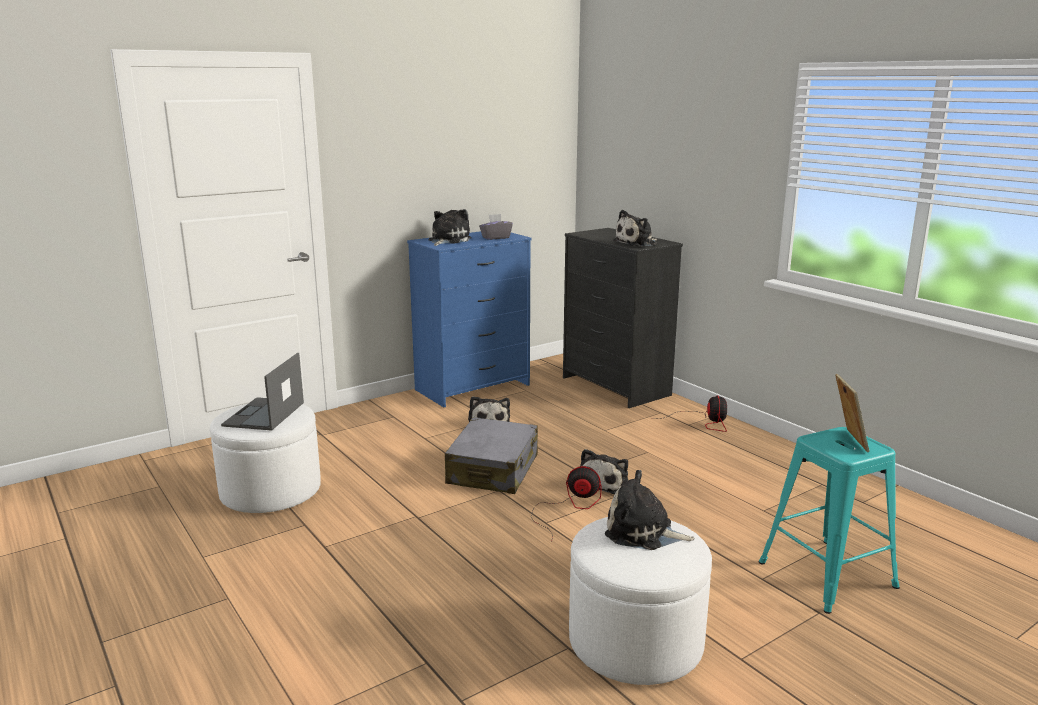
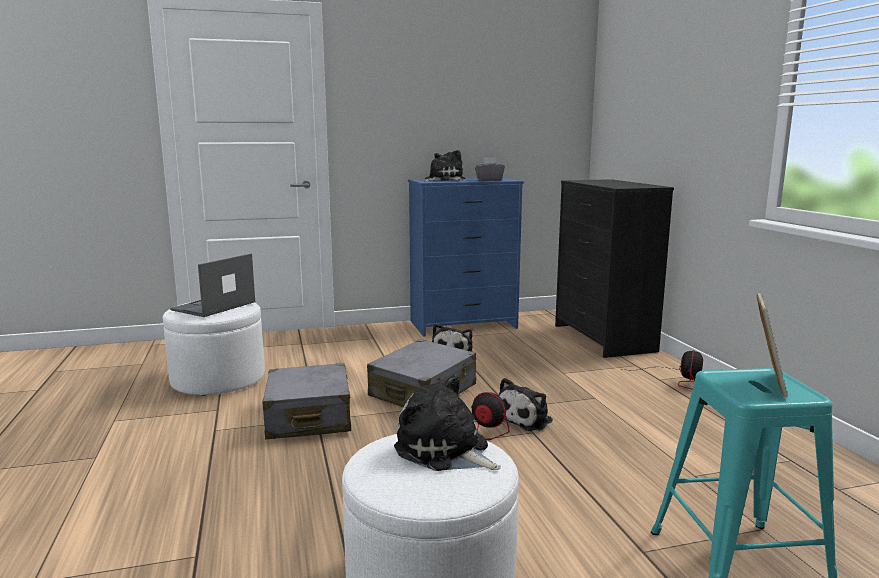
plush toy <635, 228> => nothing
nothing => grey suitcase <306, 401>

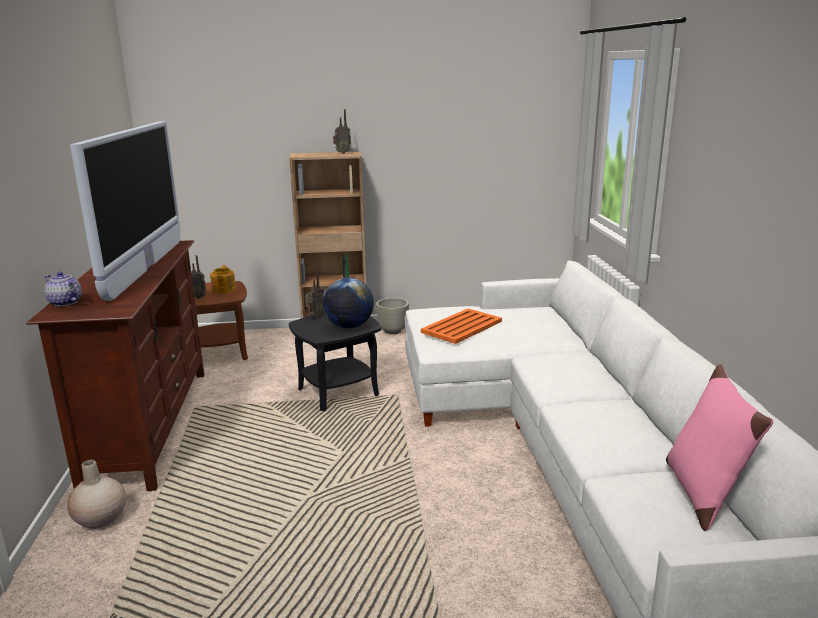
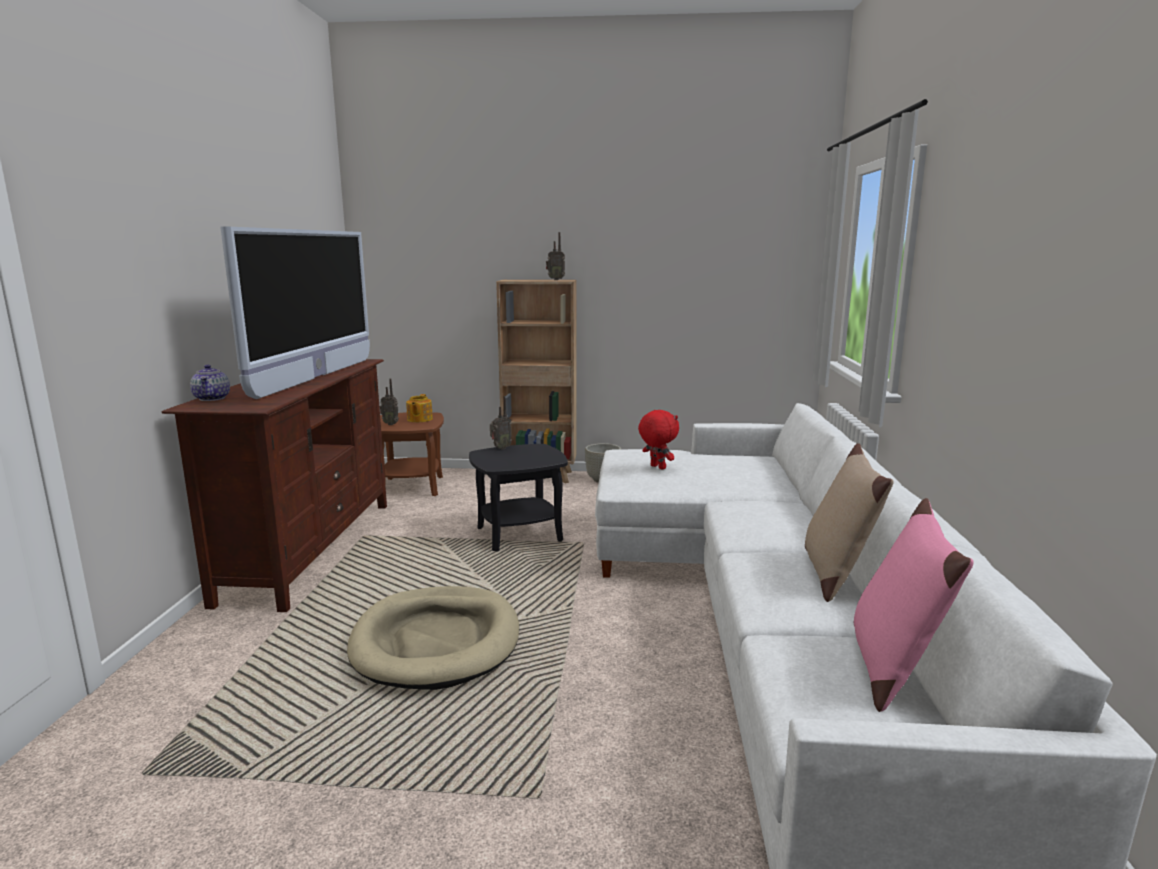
beige vase <96, 494> => nothing
globe <348, 303> => nothing
nothing => beige dog bed <433, 638>
nothing => beige pillow <849, 522>
orange tray <461, 326> => red plush toy <658, 440>
teapot <63, 288> => teapot <210, 383>, 150 degrees counterclockwise

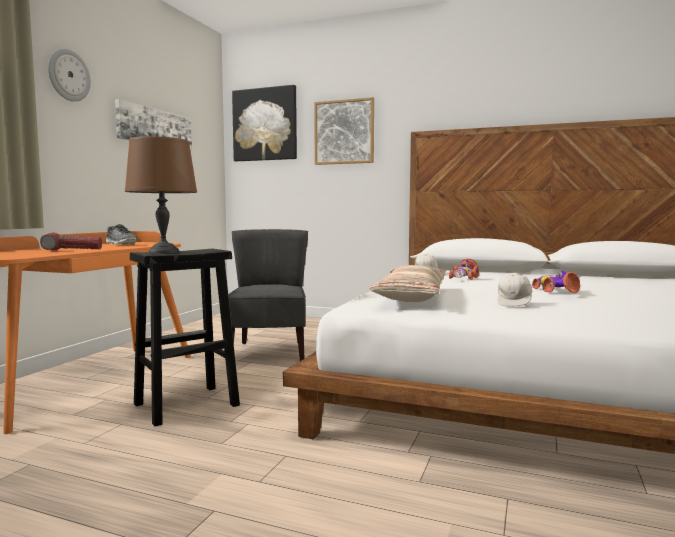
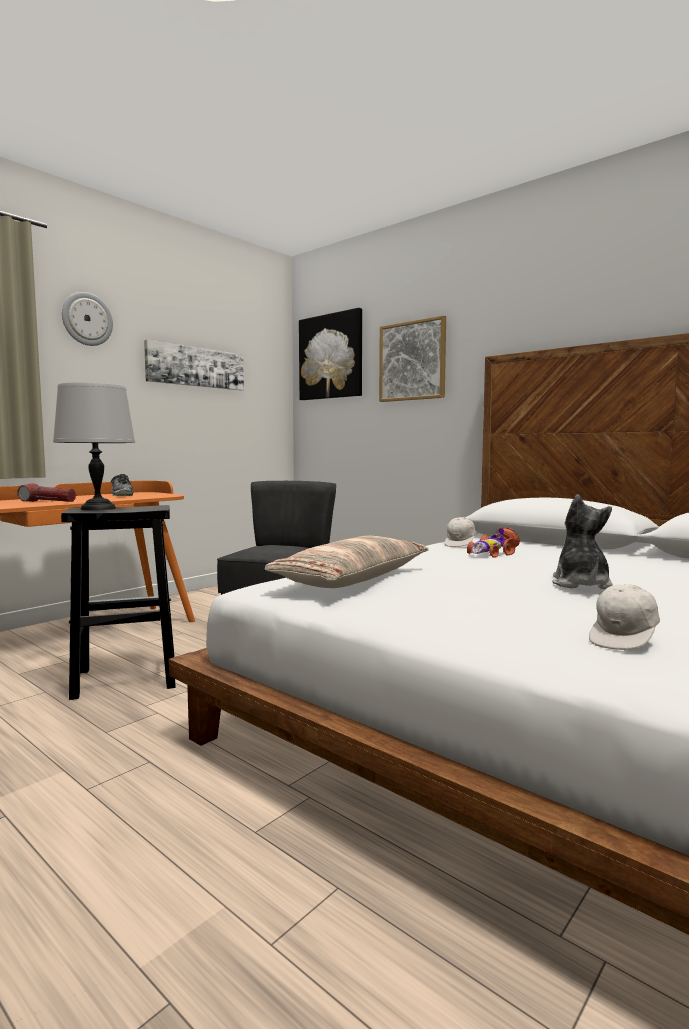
white cap <515, 290> => white cap <624, 617>, moved
toy car <556, 282> => plush toy <582, 541>
brown table lamp <161, 195> => grey table lamp <94, 446>

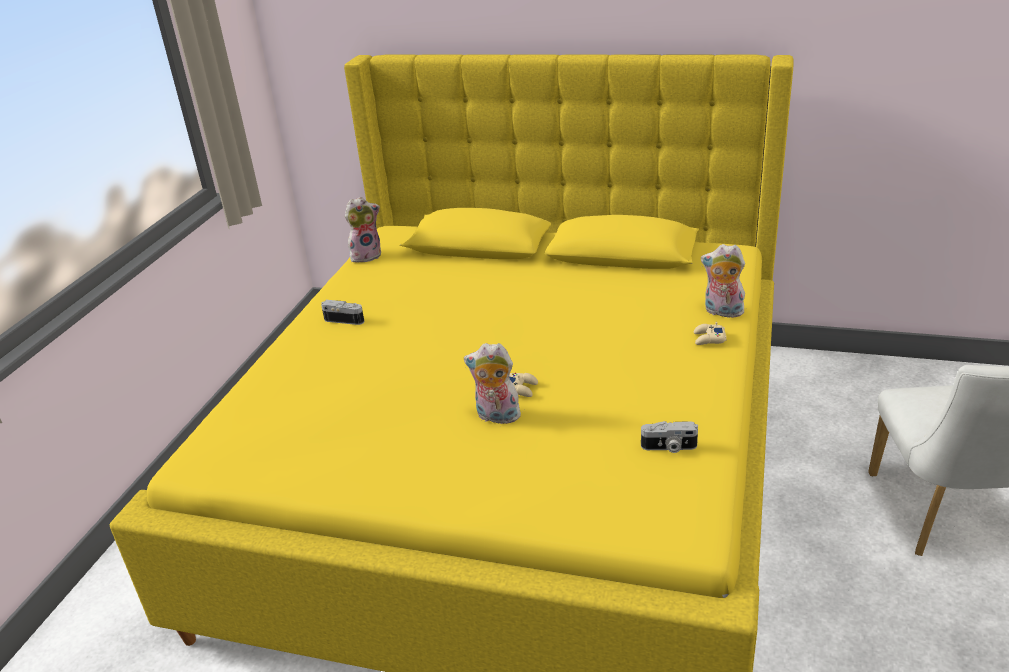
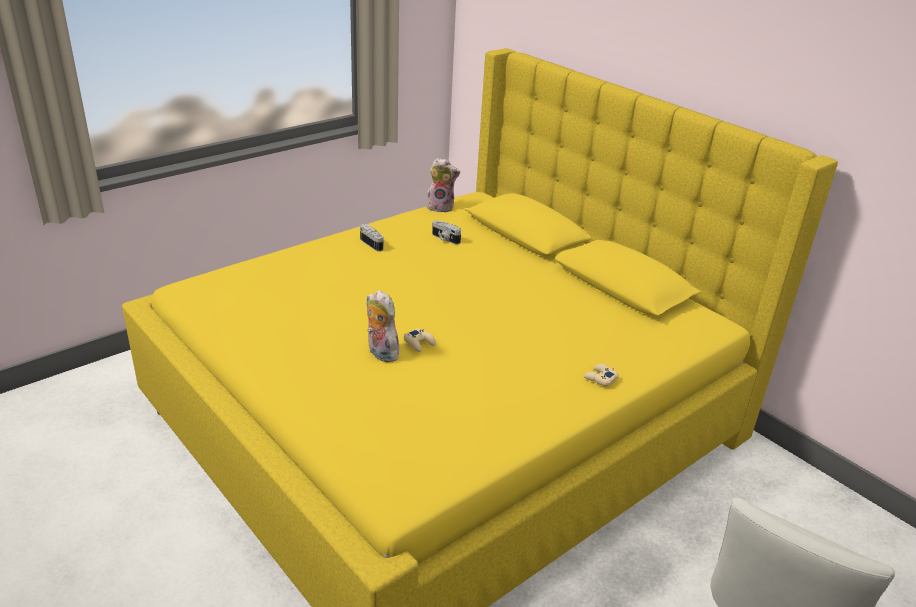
plush toy <723, 281> => nothing
photo camera <669, 437> => photo camera <446, 232>, moved

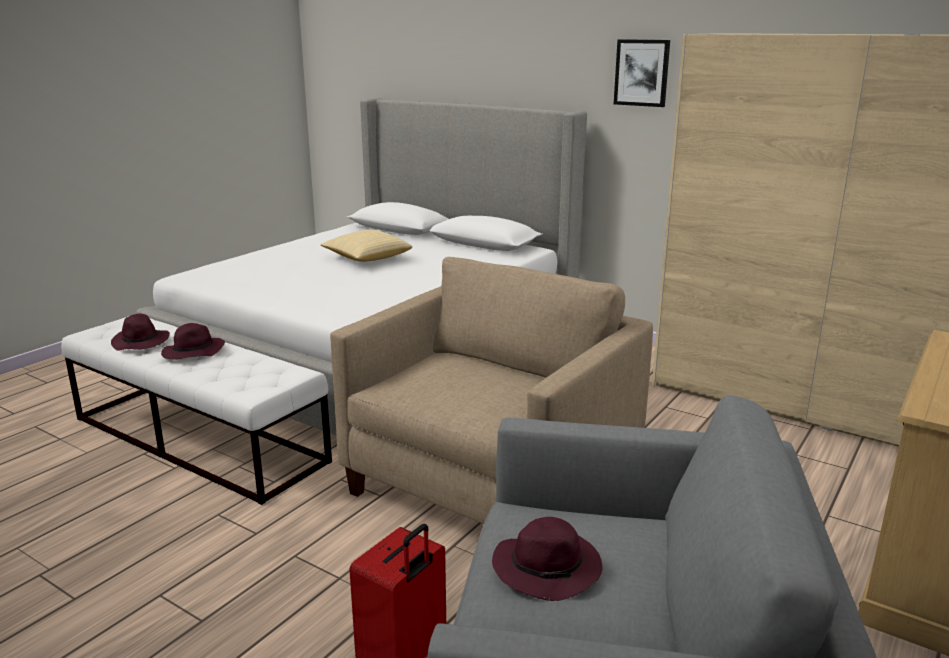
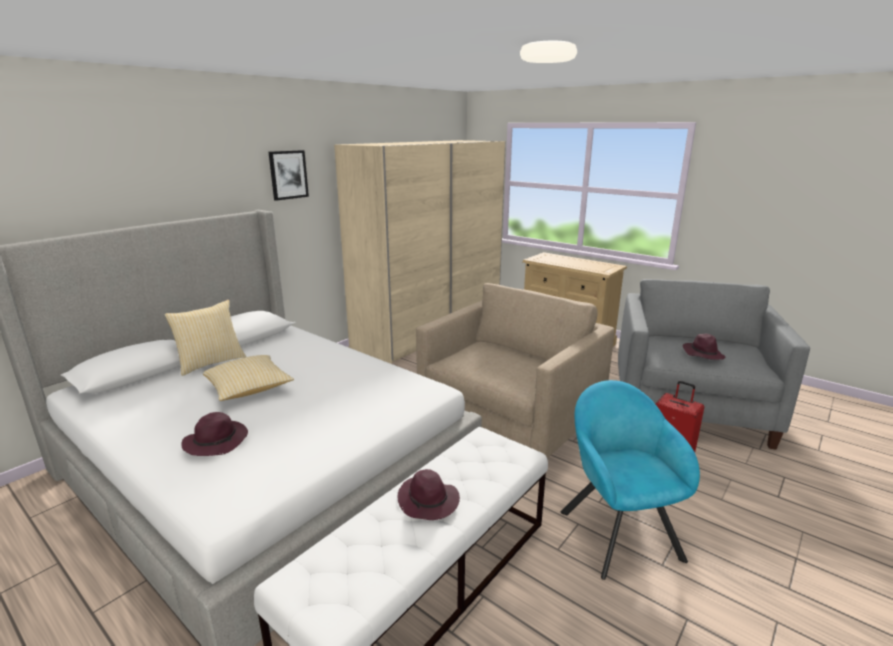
nothing => pillow <205, 338>
nothing => turquoise armchair <630, 480>
purple hat <140, 332> => purple hat <214, 434>, moved
beige armchair <491, 390> => beige armchair <515, 370>, 90 degrees clockwise

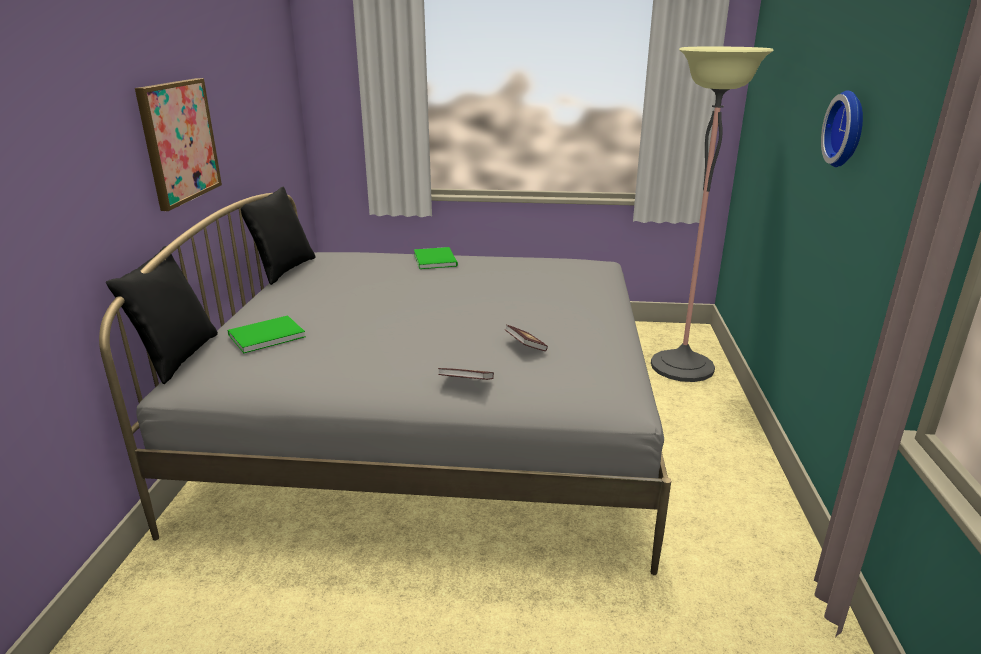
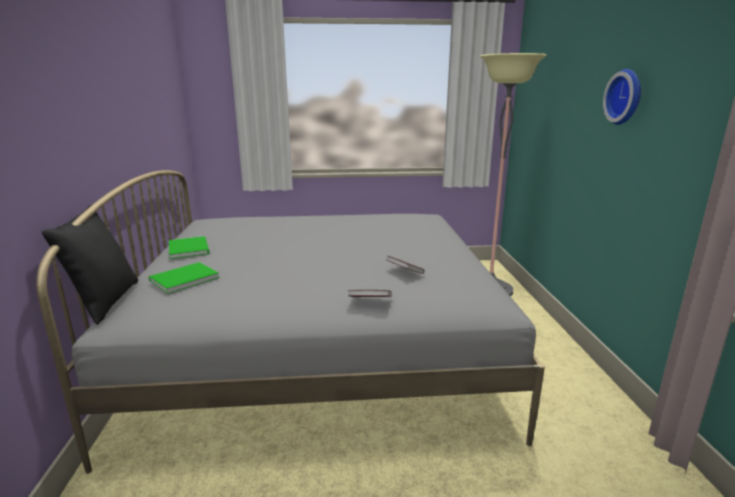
picture <178, 144> => nothing
black pillow <278, 236> => nothing
green book <436, 258> => green book <189, 247>, moved

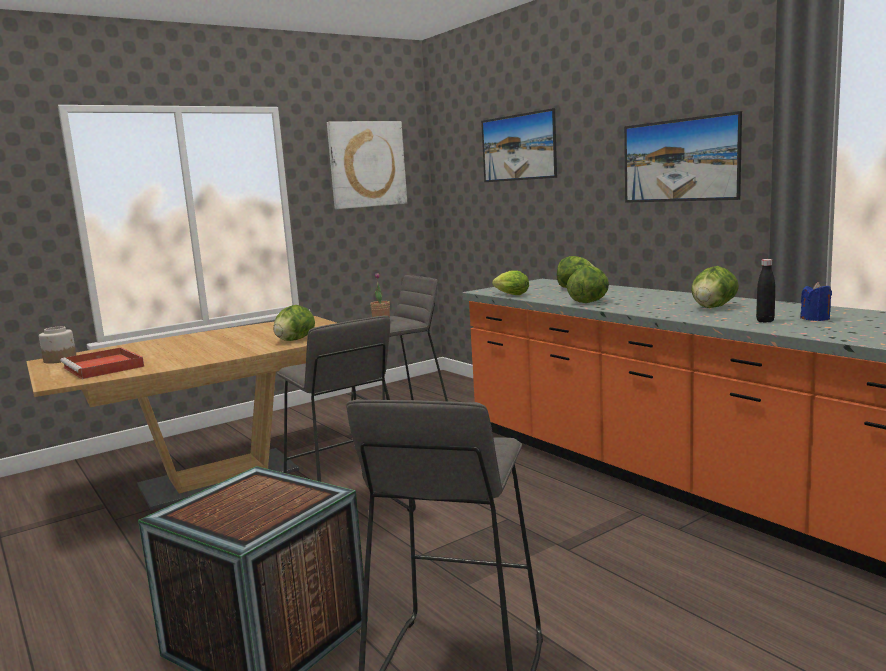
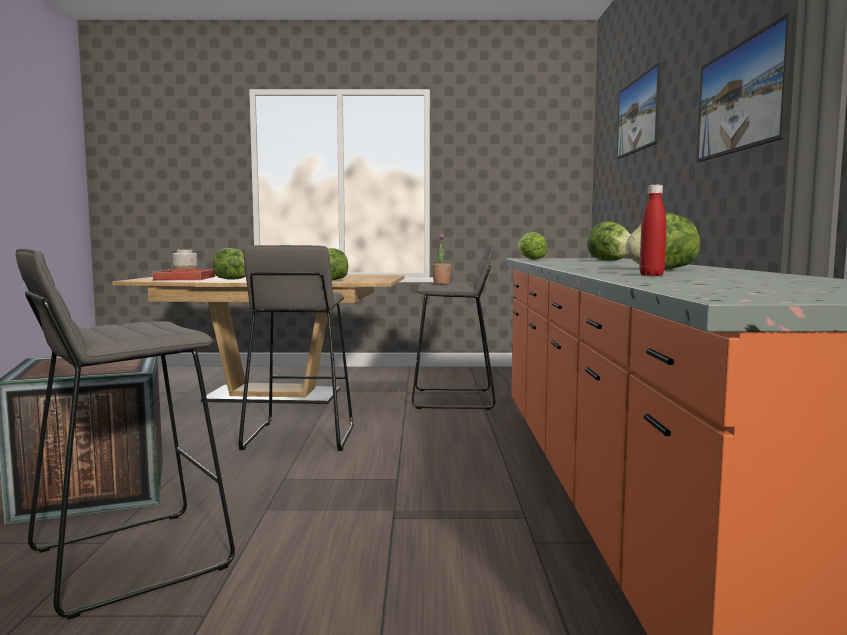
picture <367, 165> => nothing
blue candle <816, 301> => nothing
lettuce <588, 284> => lettuce <229, 264>, moved
black bottle <765, 291> => red bottle <653, 230>

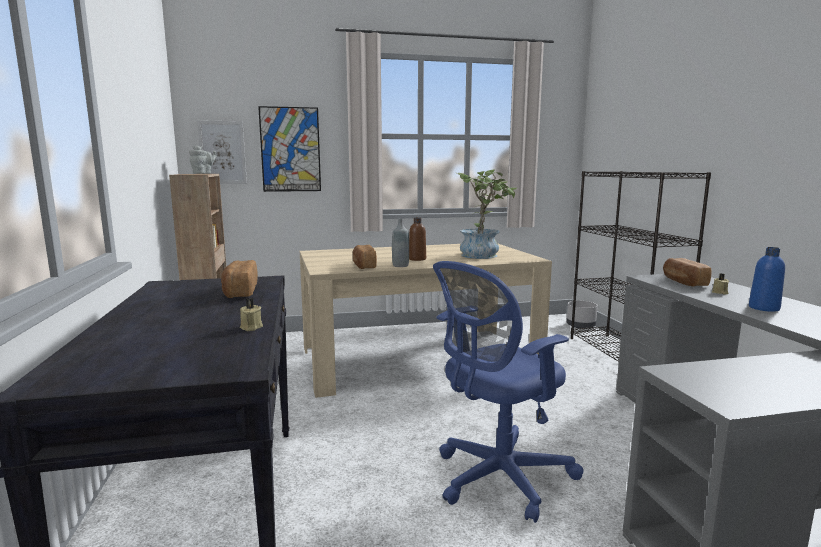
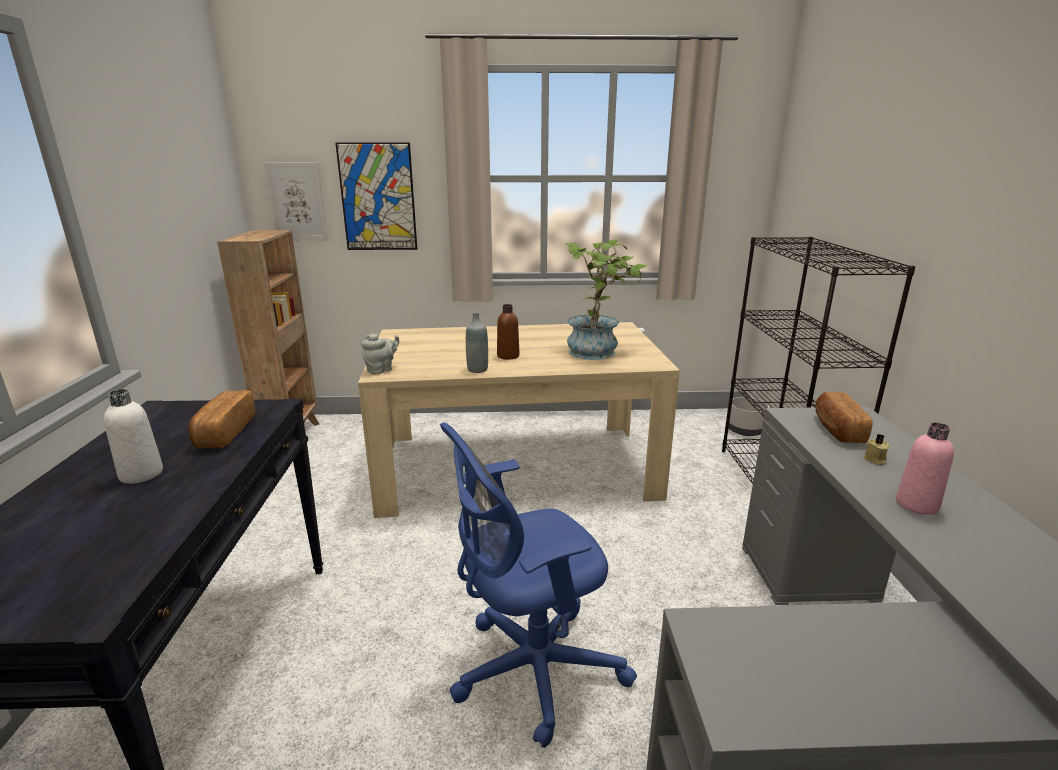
beige candle <251, 314> => nothing
bread <365, 257> => nothing
nothing => white bottle <133, 436>
grey teapot <202, 159> => grey teapot <380, 354>, moved
blue bottle <767, 279> => pink bottle <925, 468>

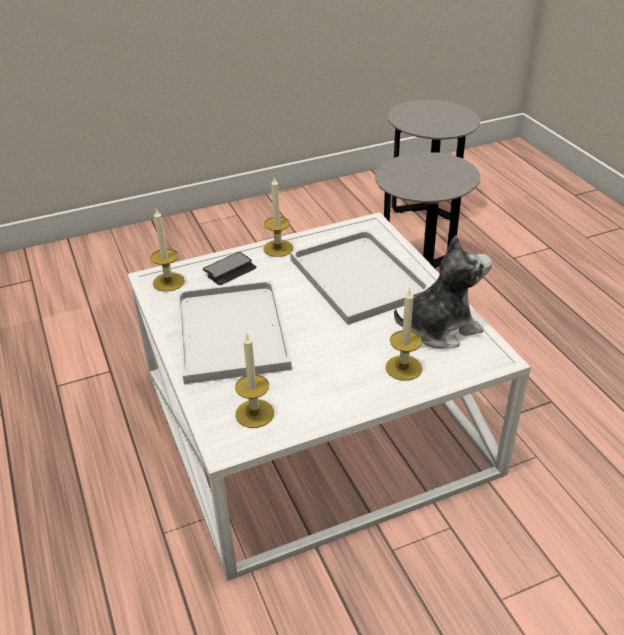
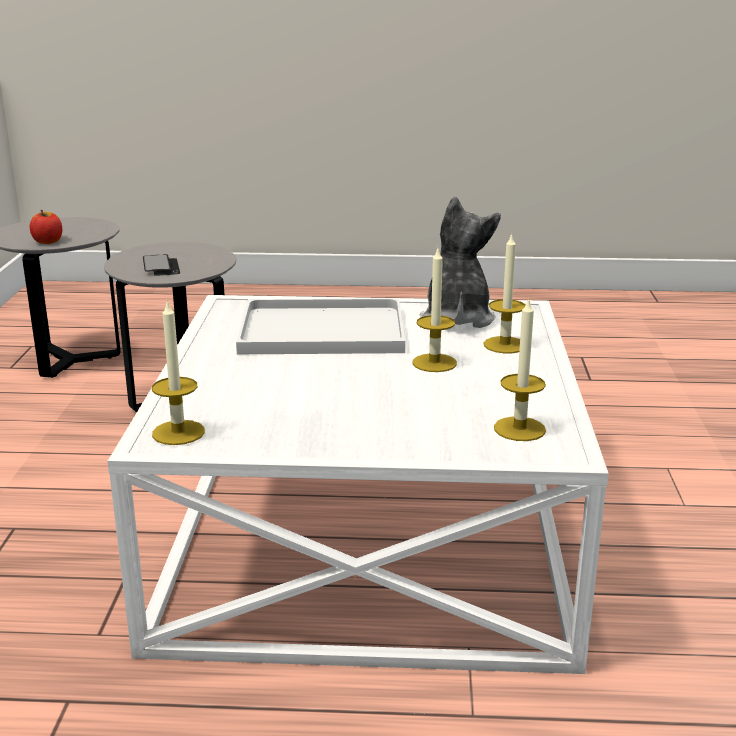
white tray <234, 332> => nothing
nothing => apple <46, 227>
phone <229, 268> => phone <161, 265>, moved
candle <278, 217> => candle <434, 310>, moved

